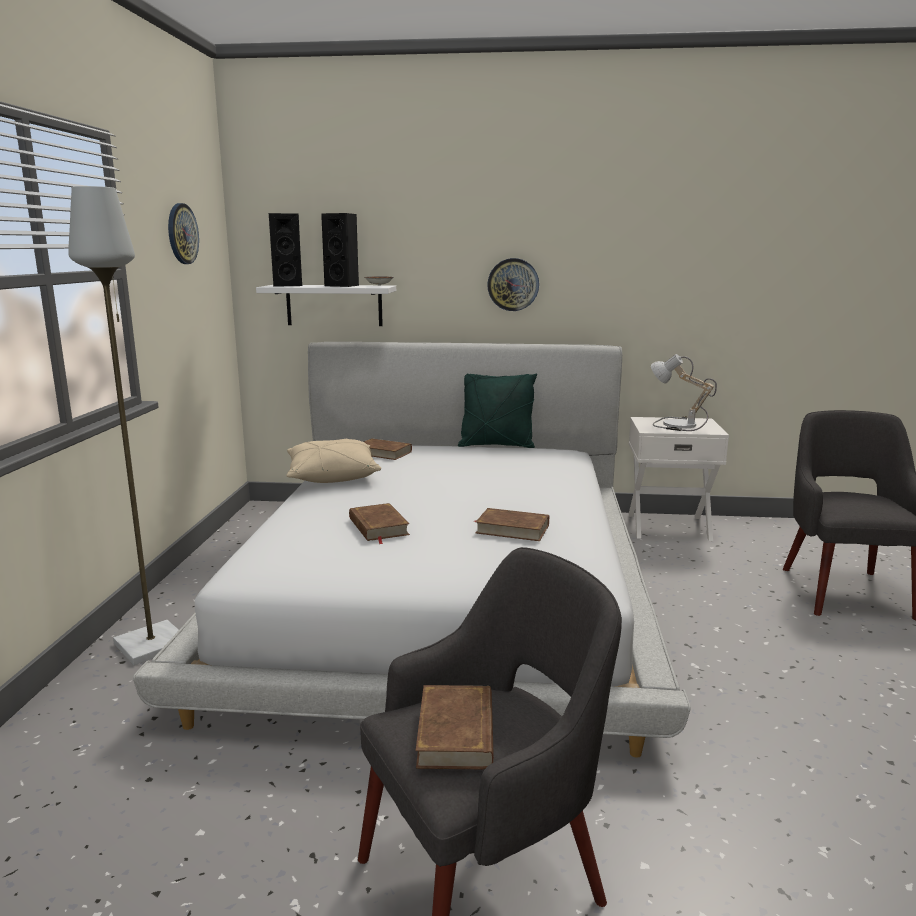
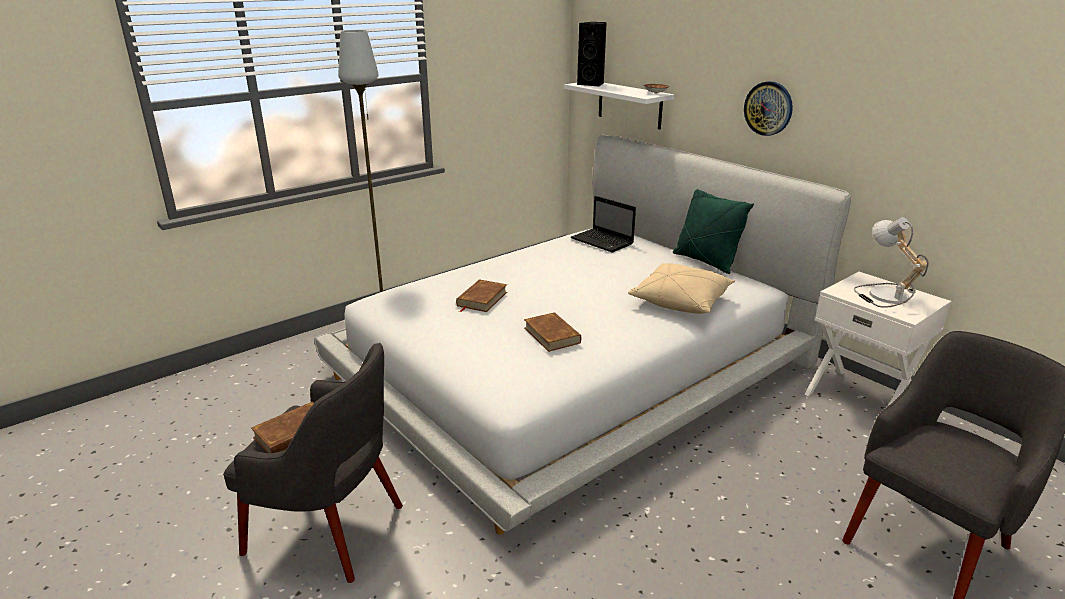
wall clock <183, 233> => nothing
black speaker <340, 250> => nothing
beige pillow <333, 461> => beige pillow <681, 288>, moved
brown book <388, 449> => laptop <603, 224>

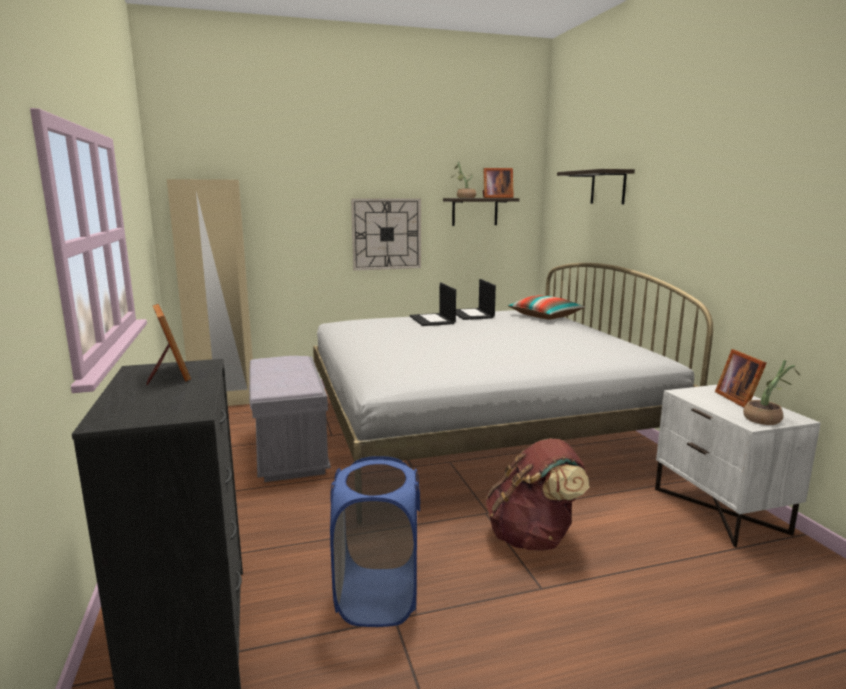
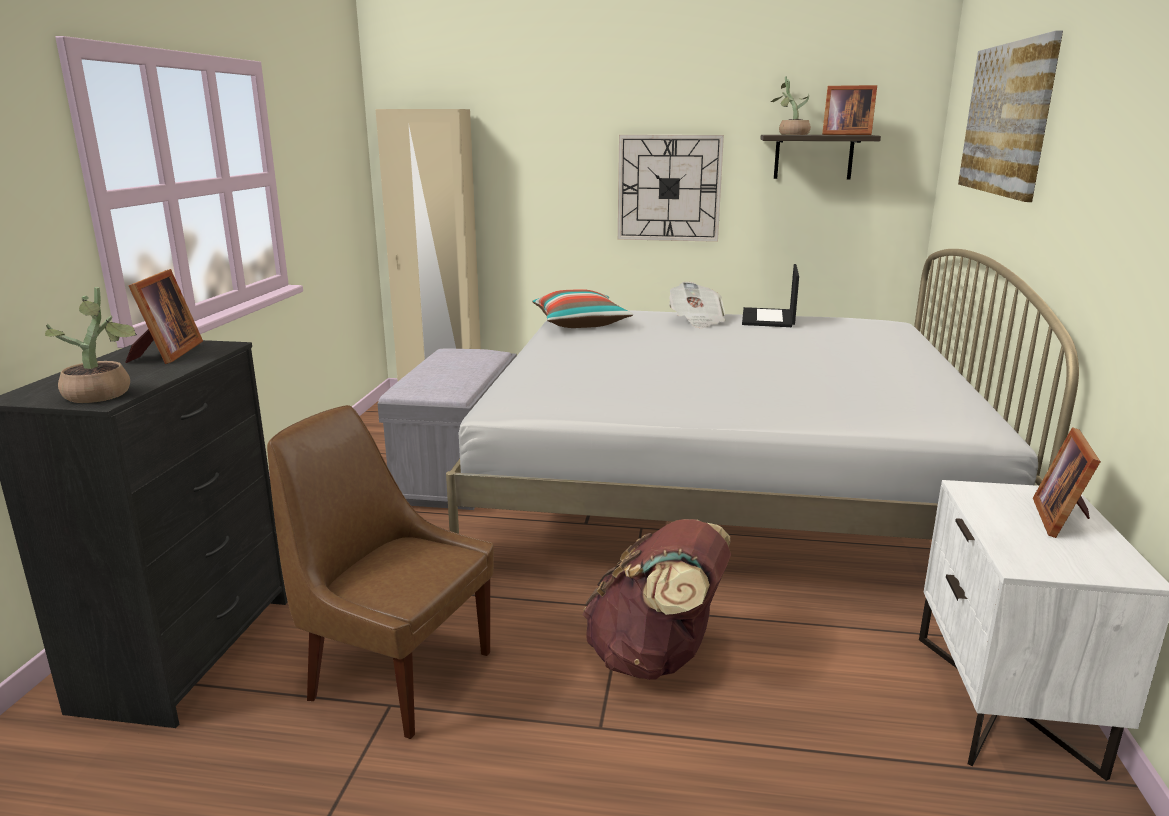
pillow <546, 307> => pillow <582, 308>, moved
potted plant <771, 392> => potted plant <91, 345>, moved
blue laundry basket <375, 541> => brown chair <380, 572>
laptop <433, 304> => newspaper <697, 305>
shelf <596, 186> => picture <1010, 116>

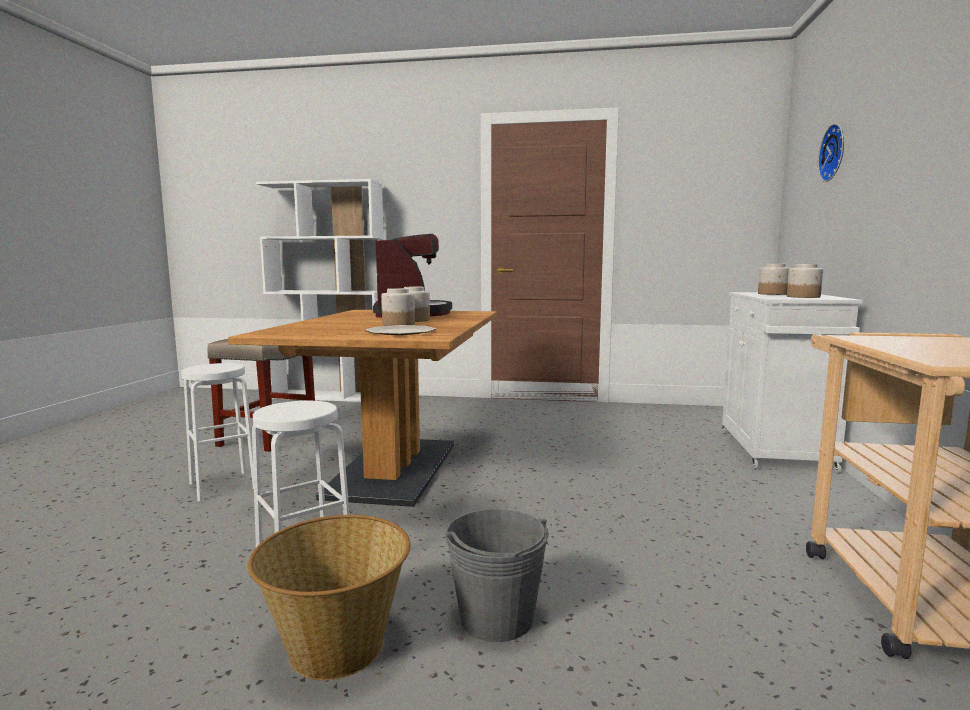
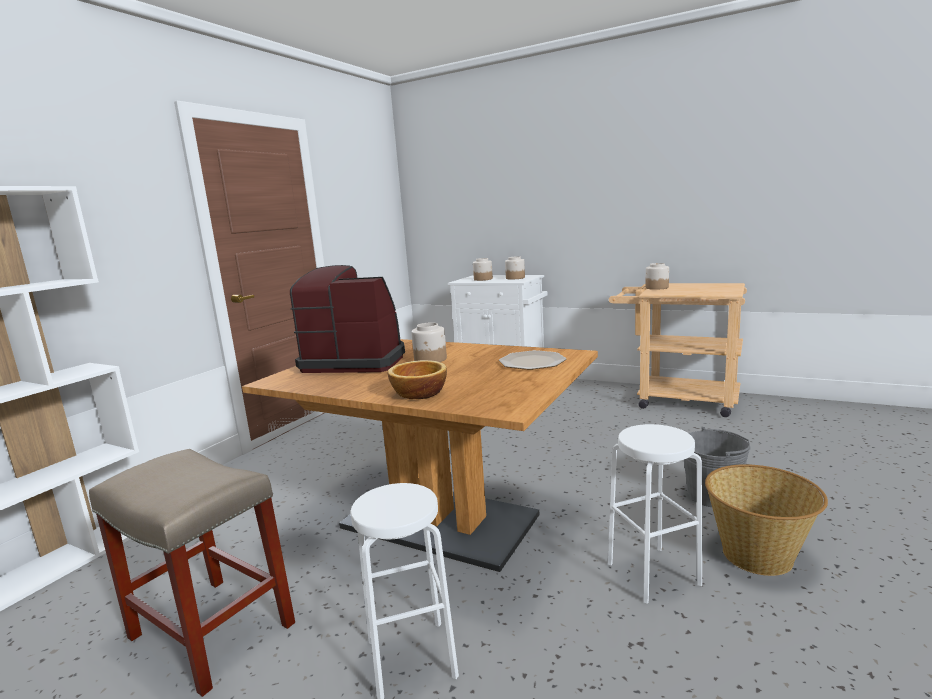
wall clock <831, 152> => nothing
nothing => bowl <417, 379>
jar <398, 307> => jar <657, 276>, moved

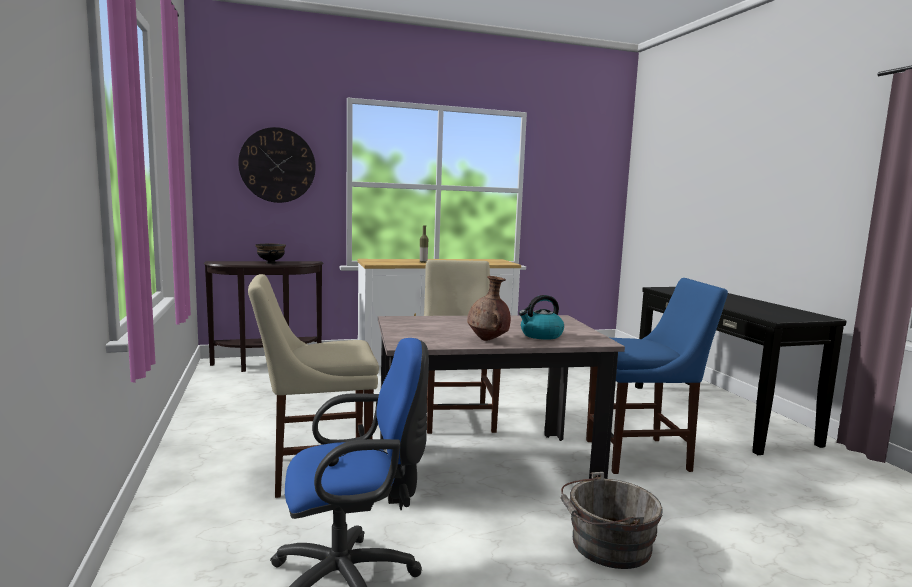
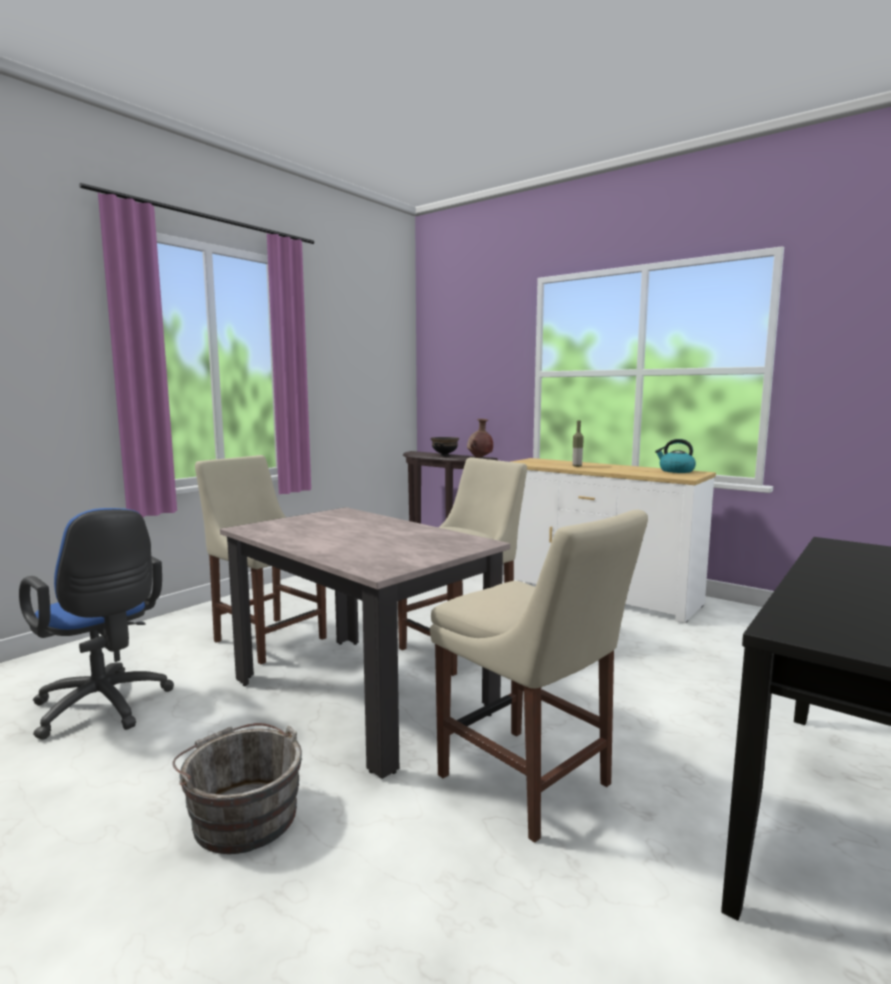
wall clock <277, 165> => nothing
brown vase <489, 308> => brown vase <480, 438>, moved
kettle <541, 317> => kettle <675, 456>, moved
blue chair <657, 376> => beige chair <539, 676>

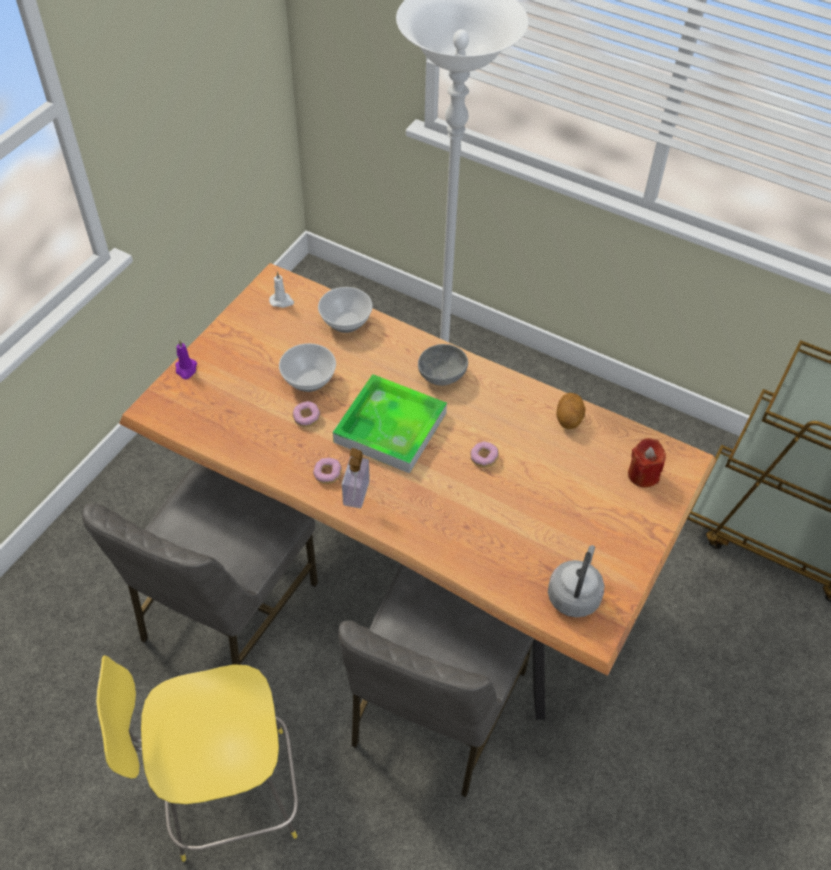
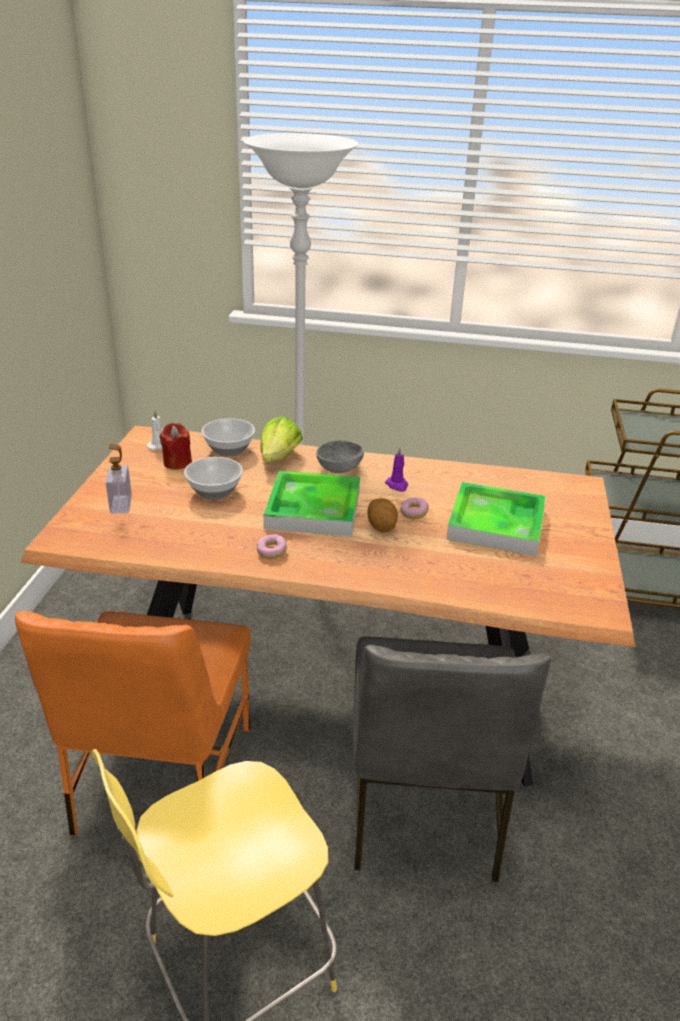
donut <306, 414> => nothing
grey kettle <576, 581> => nothing
nothing => lettuce <281, 439>
nothing => tray <496, 519>
purple candle <186, 359> => purple candle <396, 469>, moved
soap dispenser <356, 478> => soap dispenser <119, 479>, moved
potato <571, 411> => potato <382, 515>, moved
red candle <647, 463> => red candle <175, 446>, moved
grey chair <200, 564> => orange chair <133, 723>

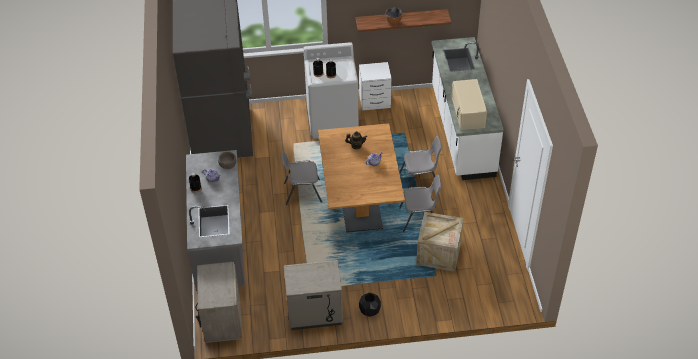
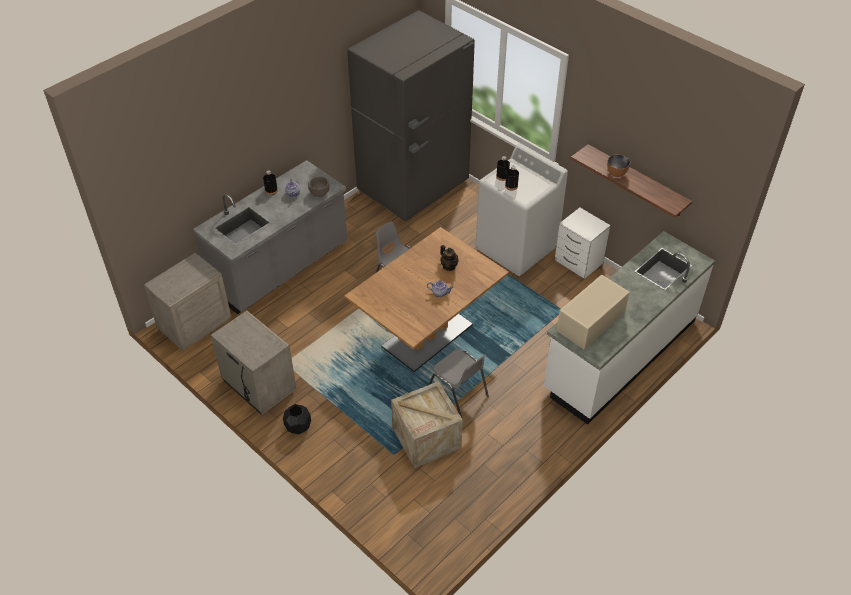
grey chair <420, 163> => nothing

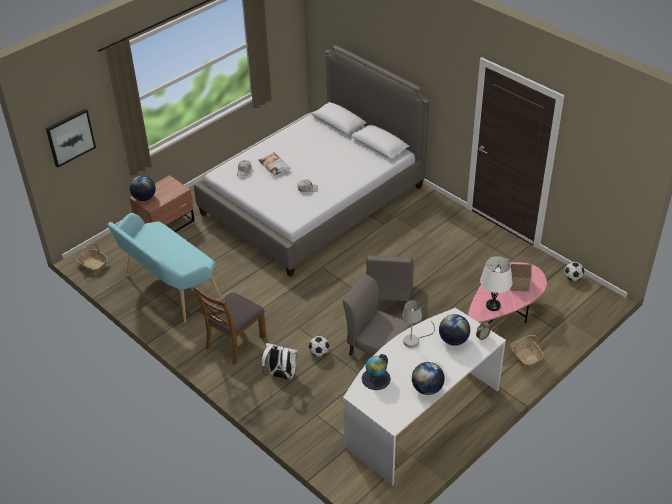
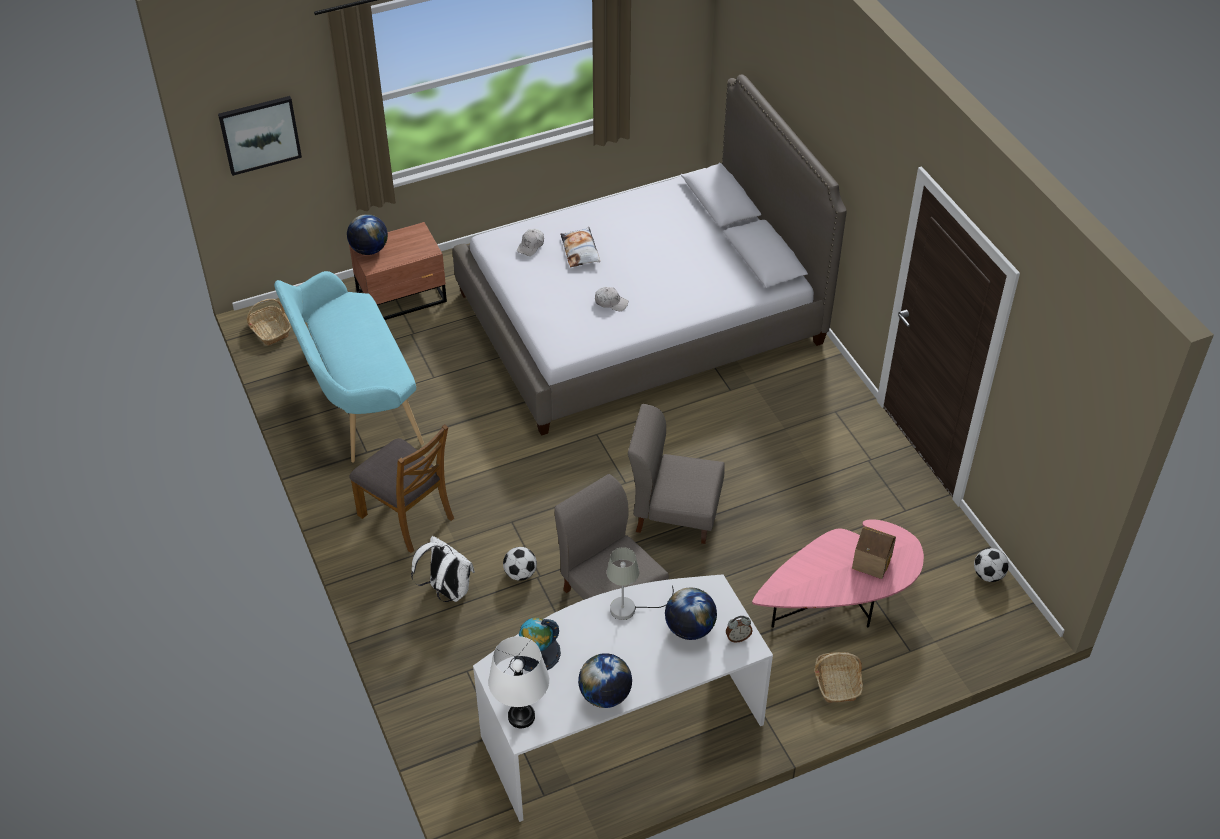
white table lamp <496, 283> => white table lamp <518, 682>, moved
brown chair <229, 325> => brown chair <401, 488>, 105 degrees counterclockwise
grey chair <390, 279> => grey chair <676, 474>, 75 degrees clockwise

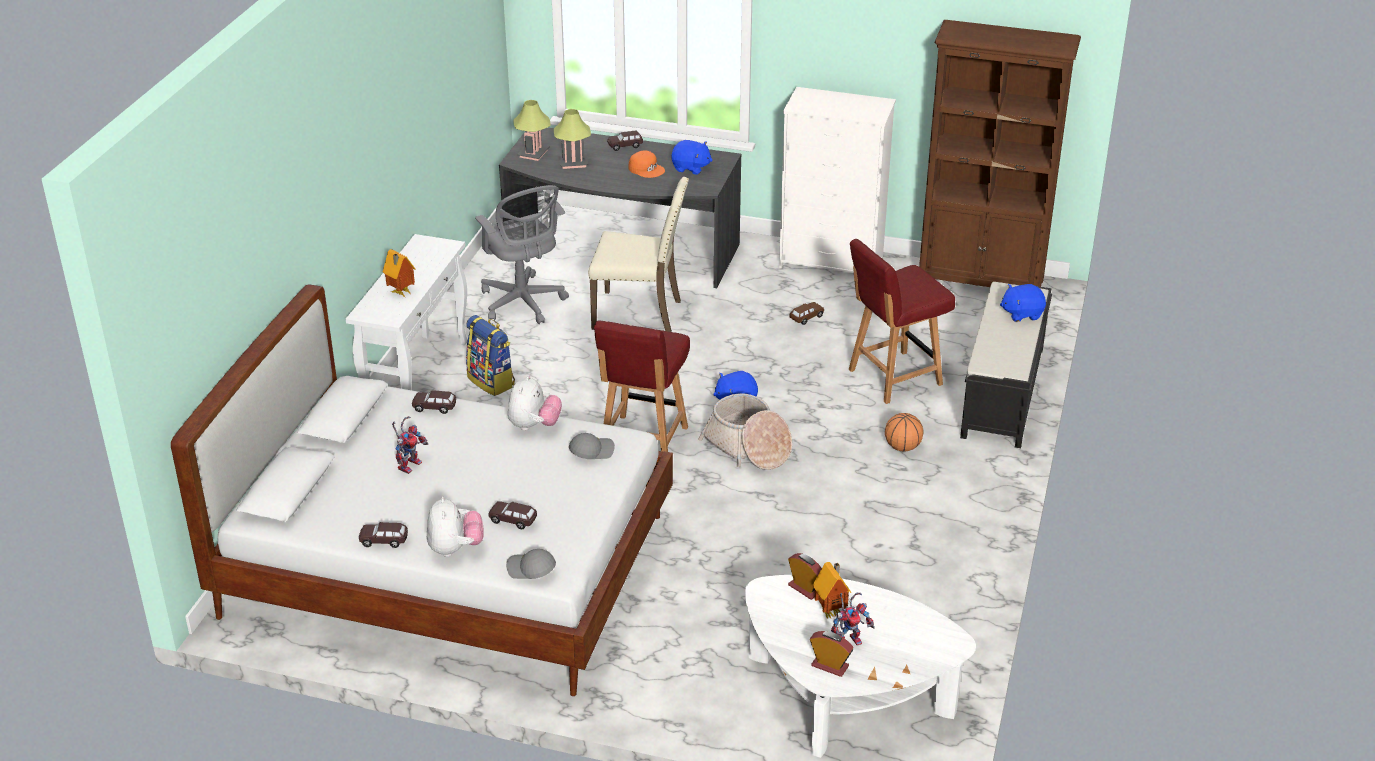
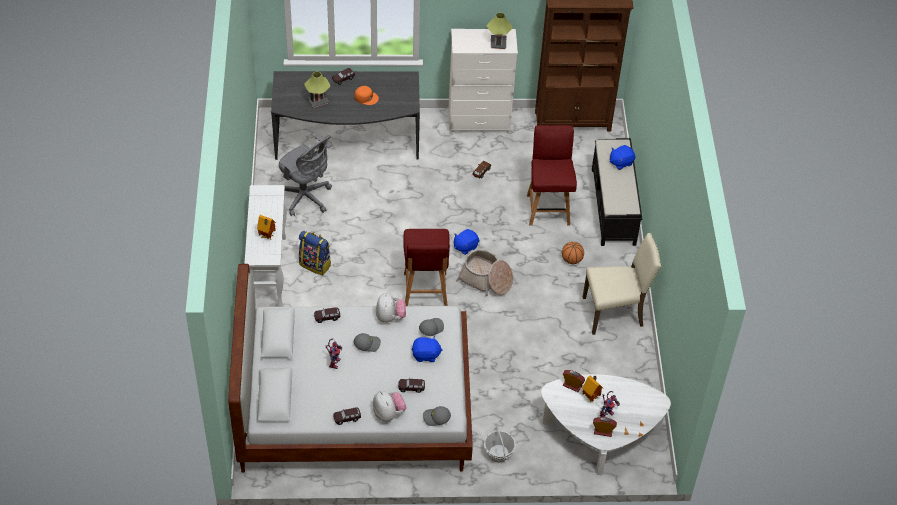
nothing => grey cap <367, 342>
nothing => basket <500, 445>
table lamp <532, 130> => table lamp <500, 31>, moved
beige chair <638, 254> => beige chair <622, 284>, moved
blue plush toy <691, 157> => blue plush toy <427, 349>, moved
red chair <902, 321> => red chair <552, 175>, 135 degrees clockwise

